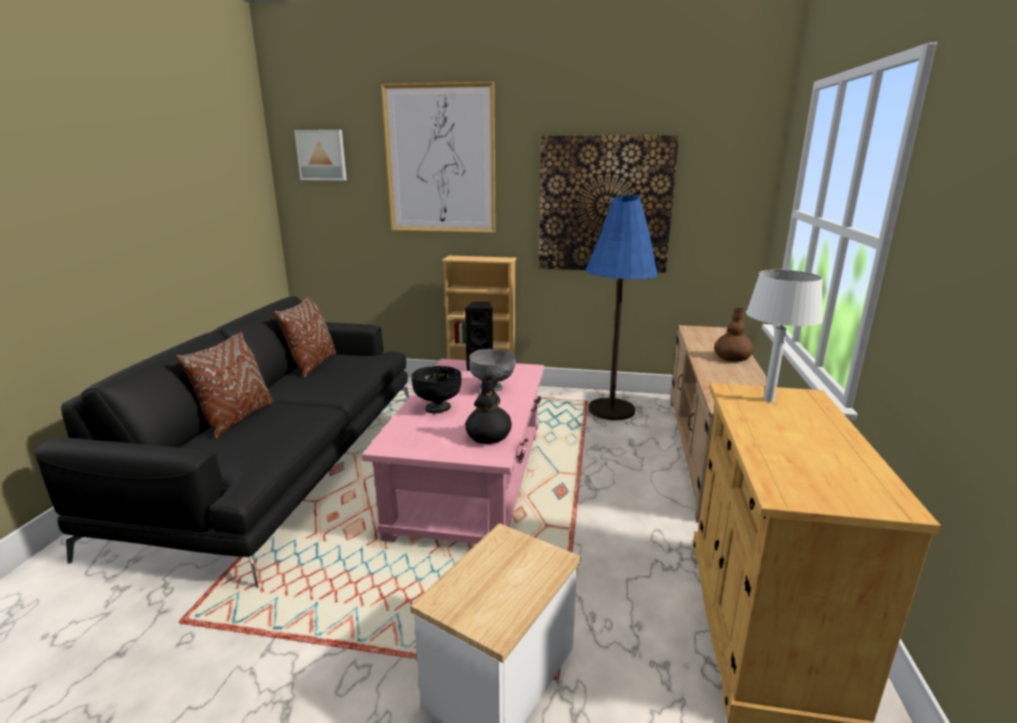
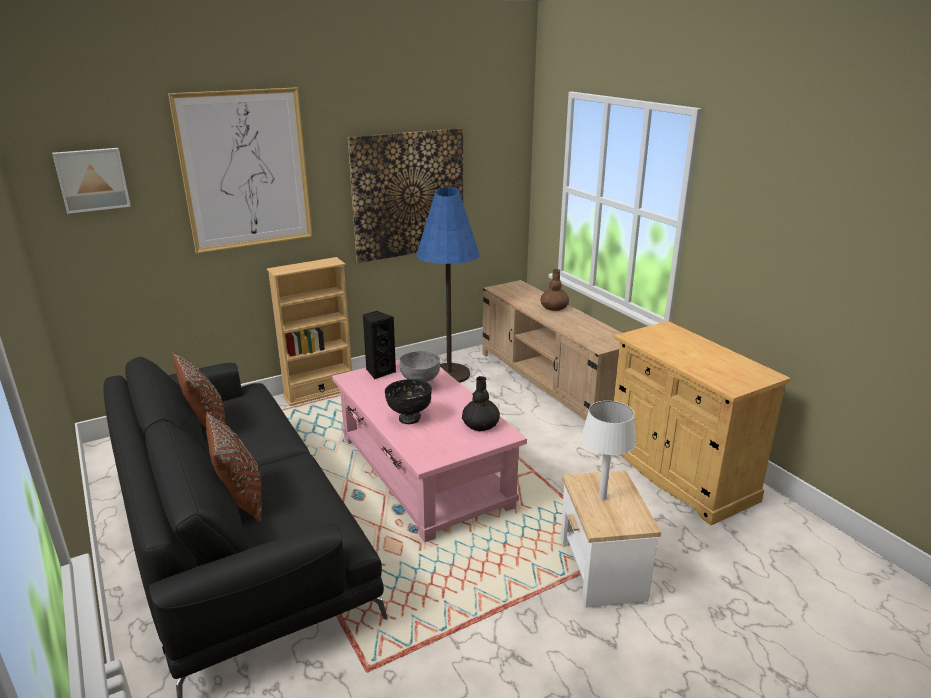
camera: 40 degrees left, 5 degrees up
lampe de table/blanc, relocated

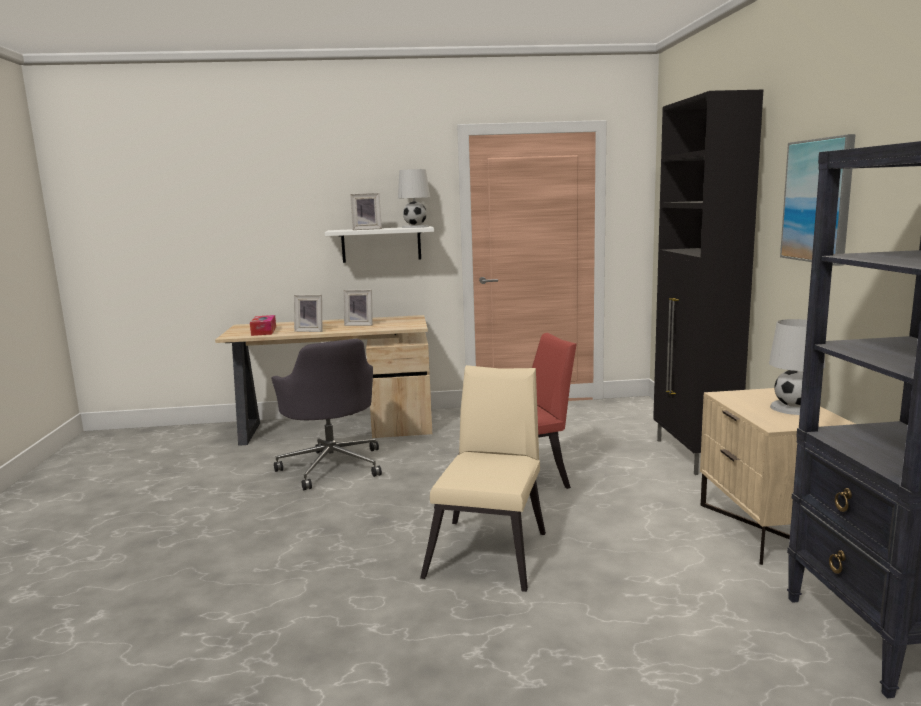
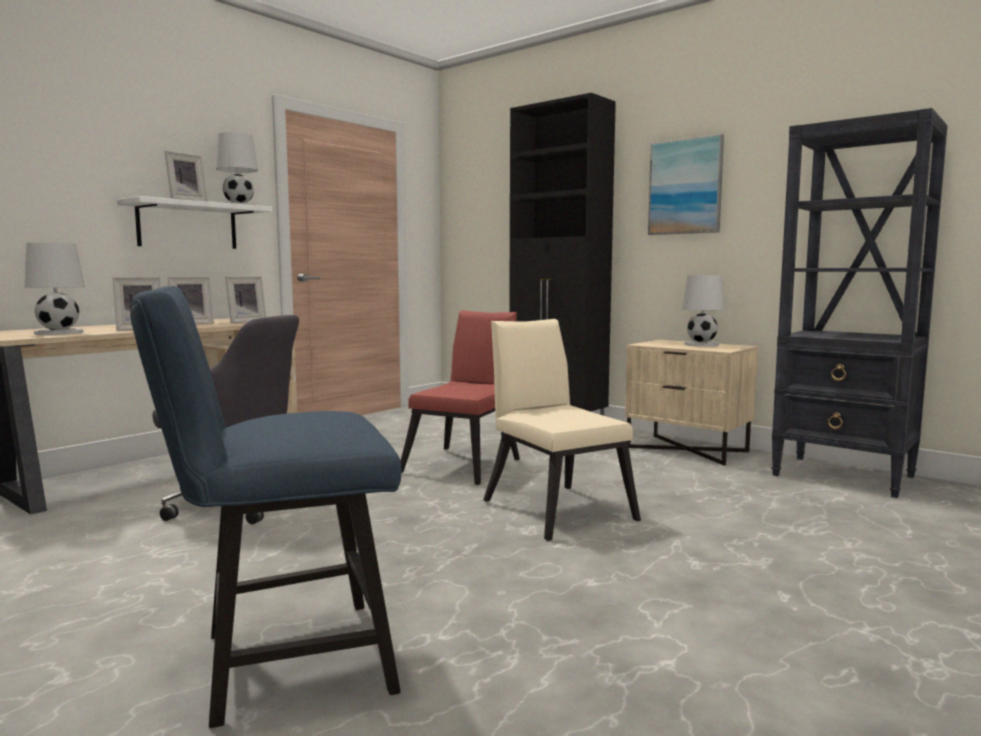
camera: 45 degrees left, 5 degrees down
none -> chaise/bleu
none -> cadre photo (no. 4 from left)
boîte à mouchoirs -> lampe de table/blanc (no. 1 from left)

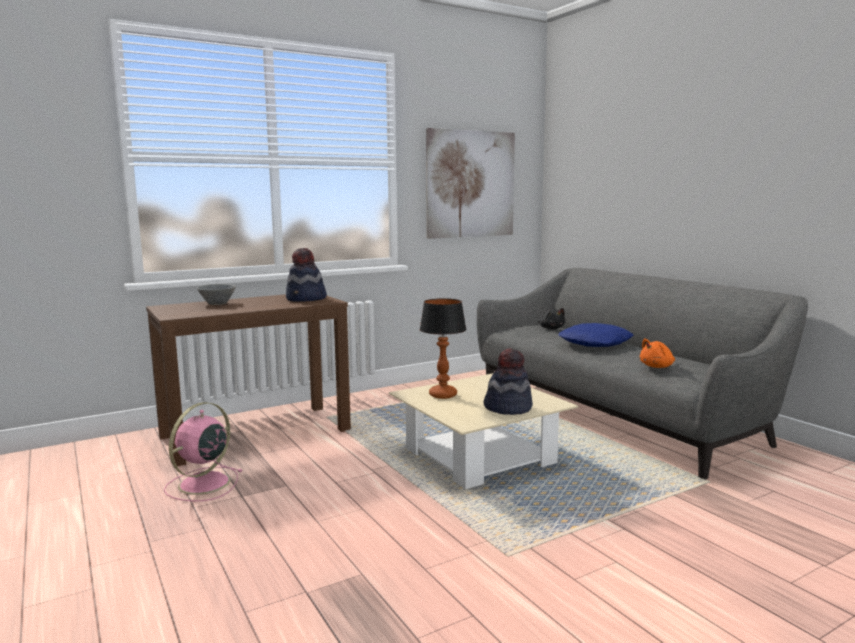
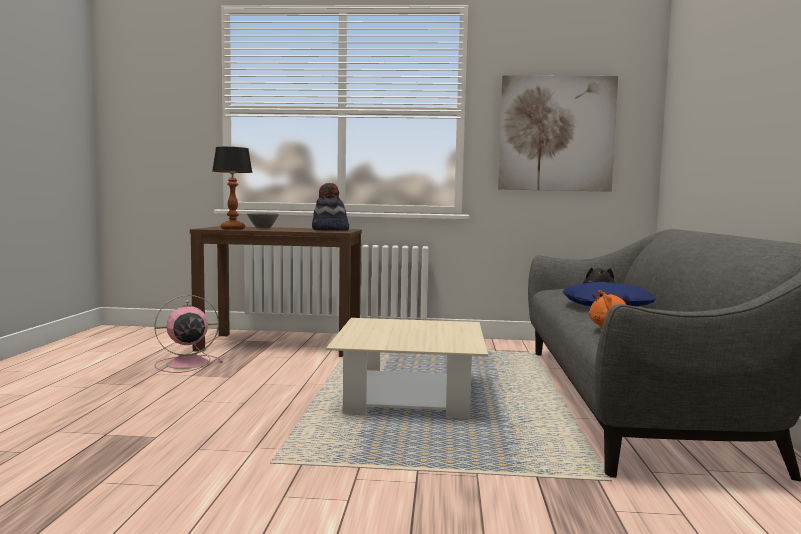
camera: 35 degrees right, 5 degrees down
chapeau (no. 2 from left) -> none
lampe de table, relocated

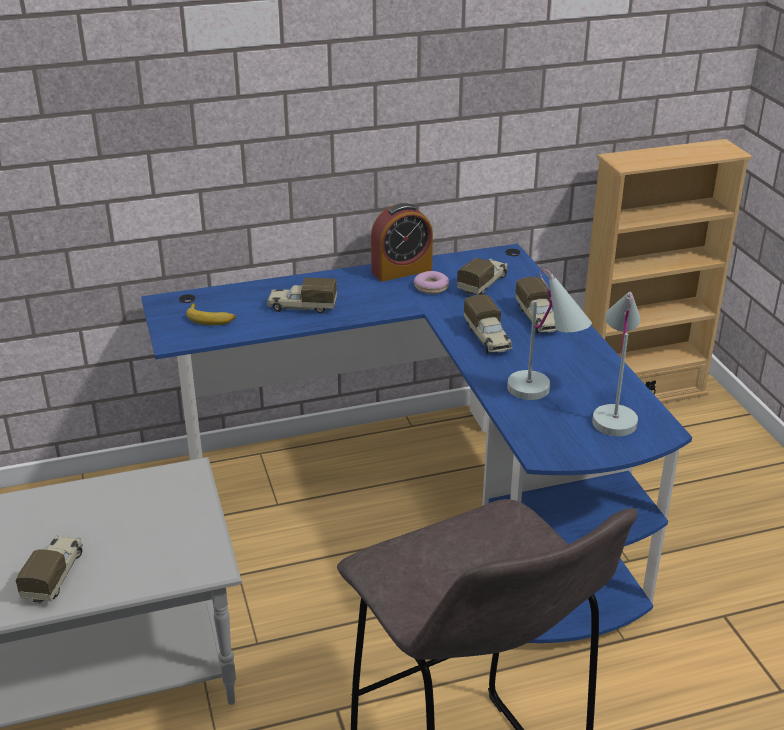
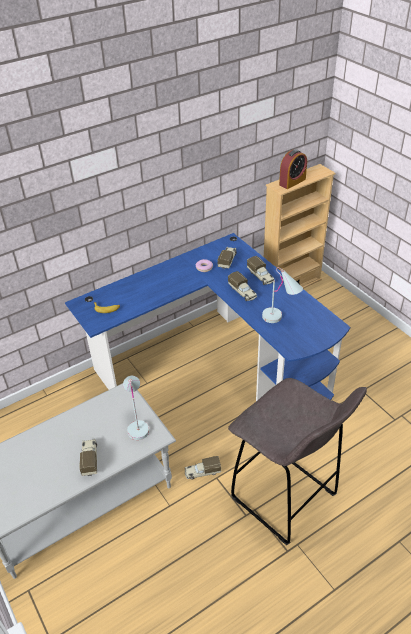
camera: 15 degrees left, 10 degrees up
camion jouet (no. 2 from left), relocated
réveil, relocated
lampe de table/blanc (no. 2 from left in the first image) -> lampe de table/blanc (no. 1 from left), relocated

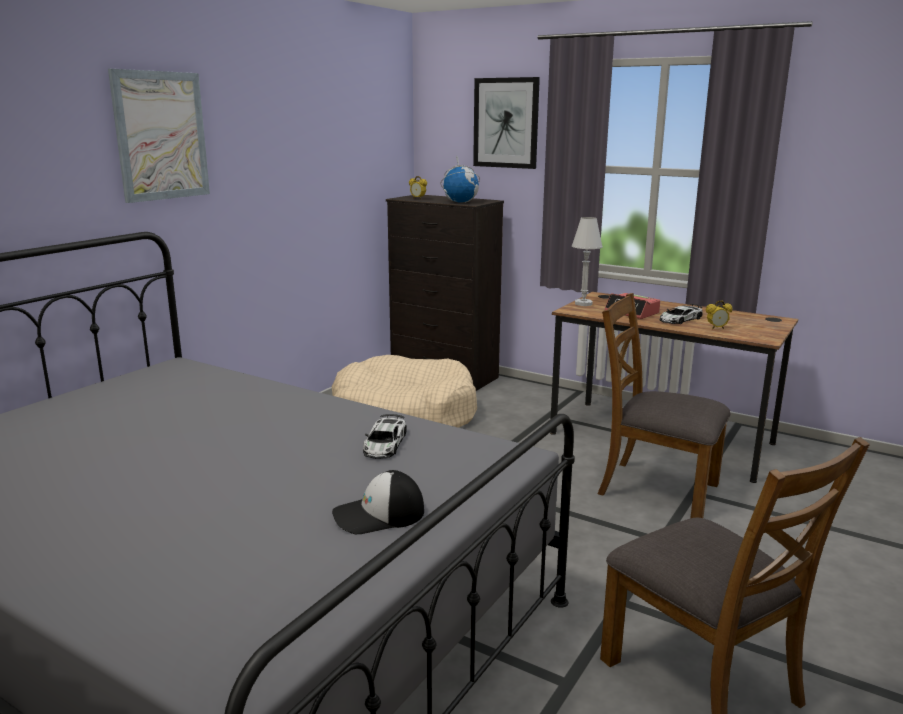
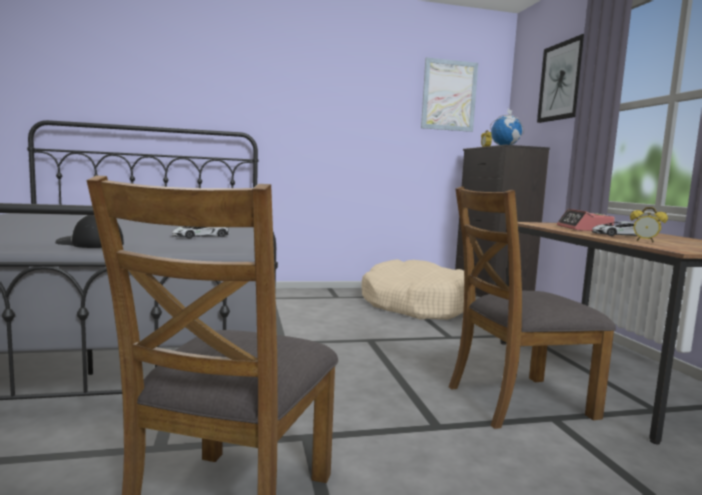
camera: 45 degrees right, 10 degrees down
lampe de table/blanc -> none
tableau (no. 1 from left), relocated
chaise/marron (no. 1 from left in the first image) -> chaise/marron (no. 2 from left), 90 degrees counterclockwise

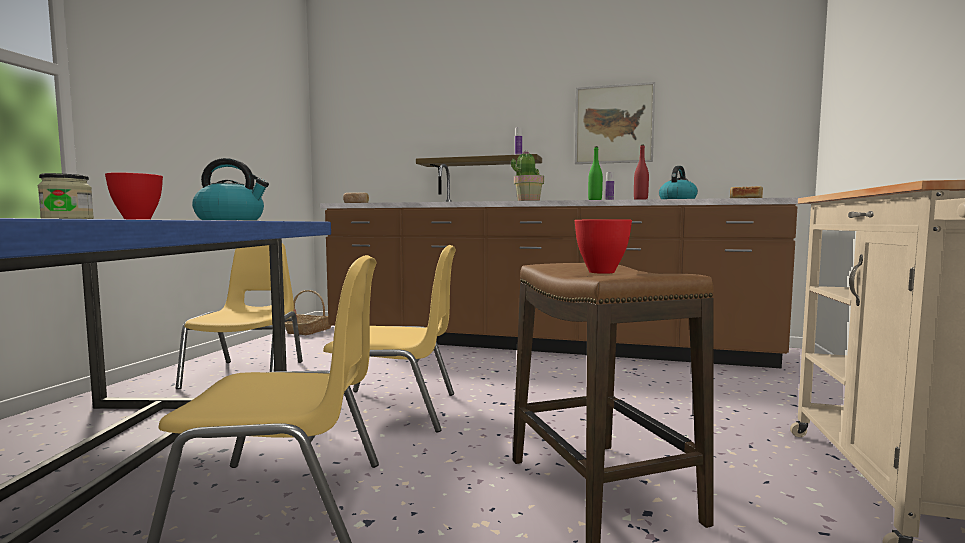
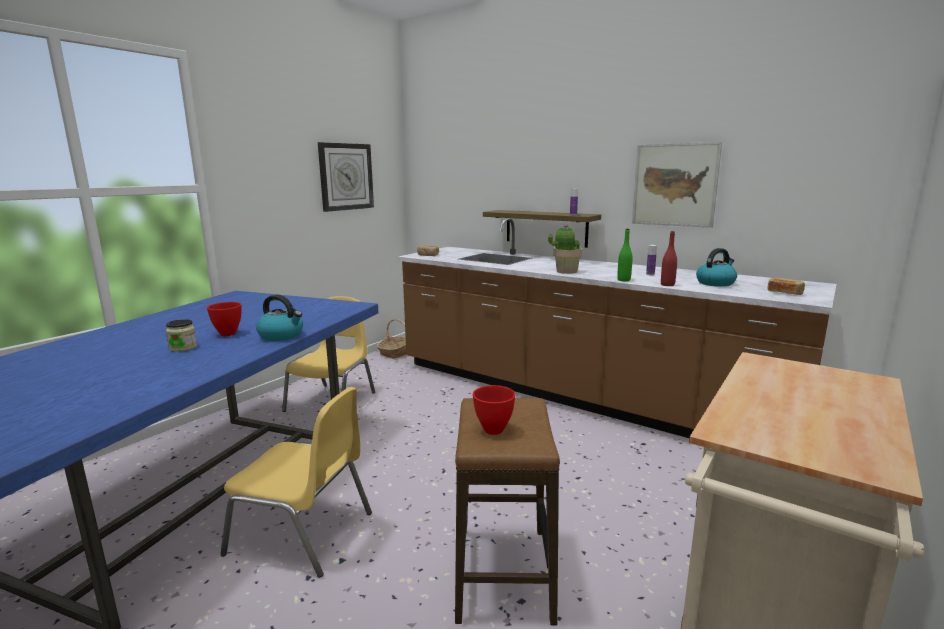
camera: 20 degrees right, 10 degrees up
chaise/jaune (no. 3 from left) -> none
none -> horloge murale

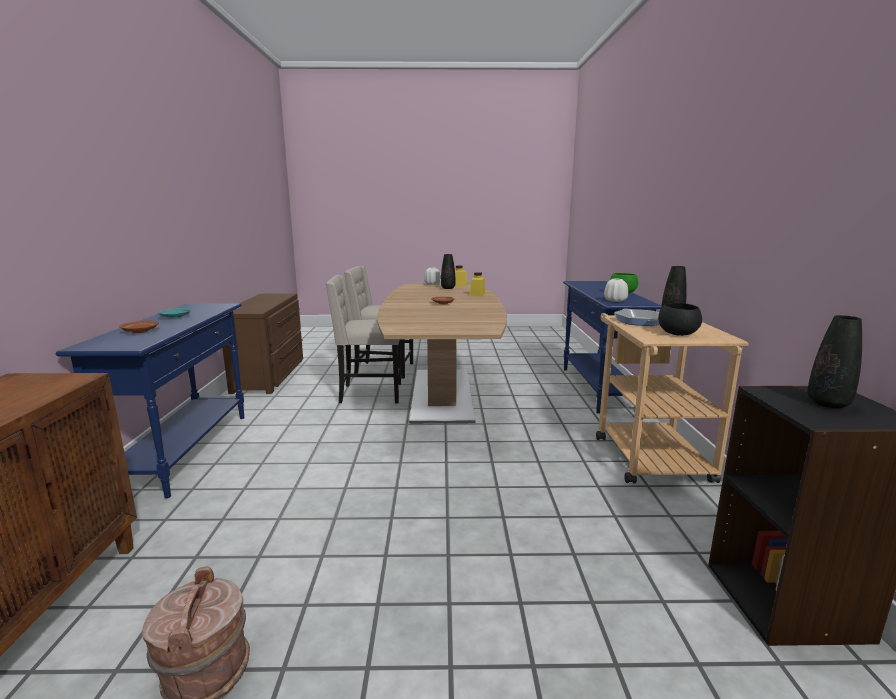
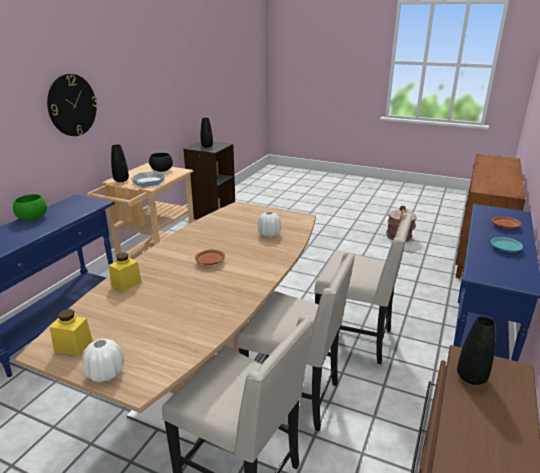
camera: 155 degrees left, 10 degrees up
none -> horloge murale
none -> chaise/beige (no. 3 from left)
vase/noir (no. 1 from left in the first image) -> vase/noir (no. 3 from left), relocated
vase/blanc (no. 2 from left), relocated

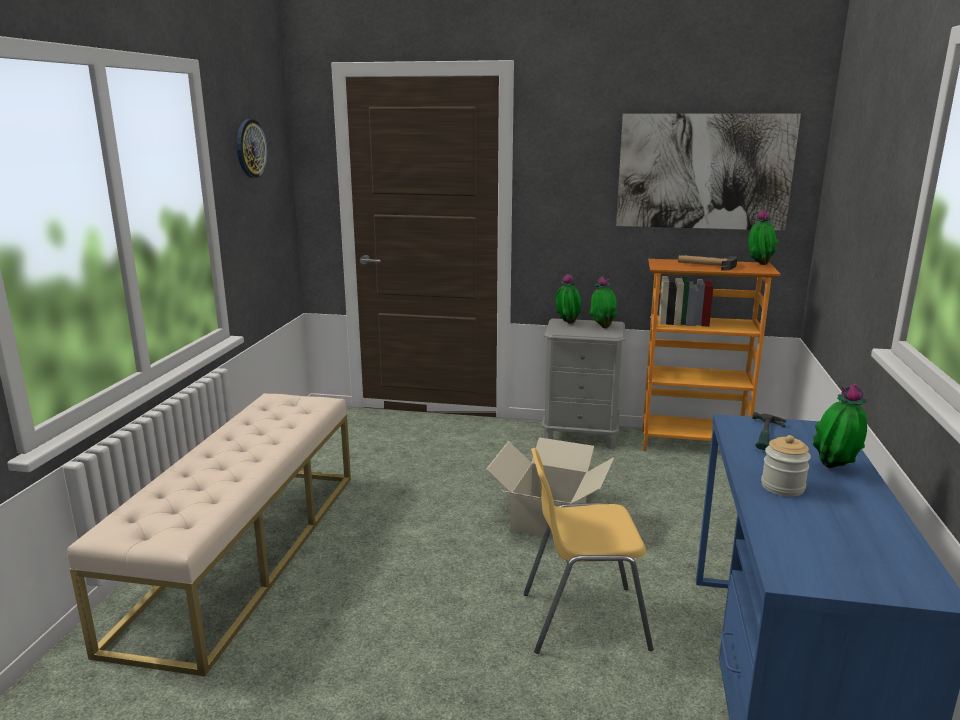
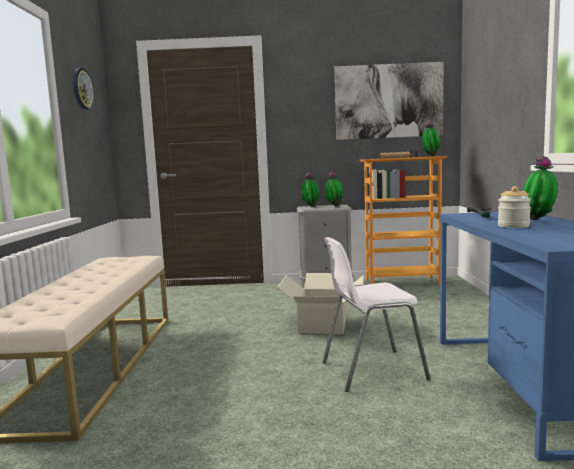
camera: 10 degrees left, 10 degrees down
chaise/jaune -> chaise/blanc

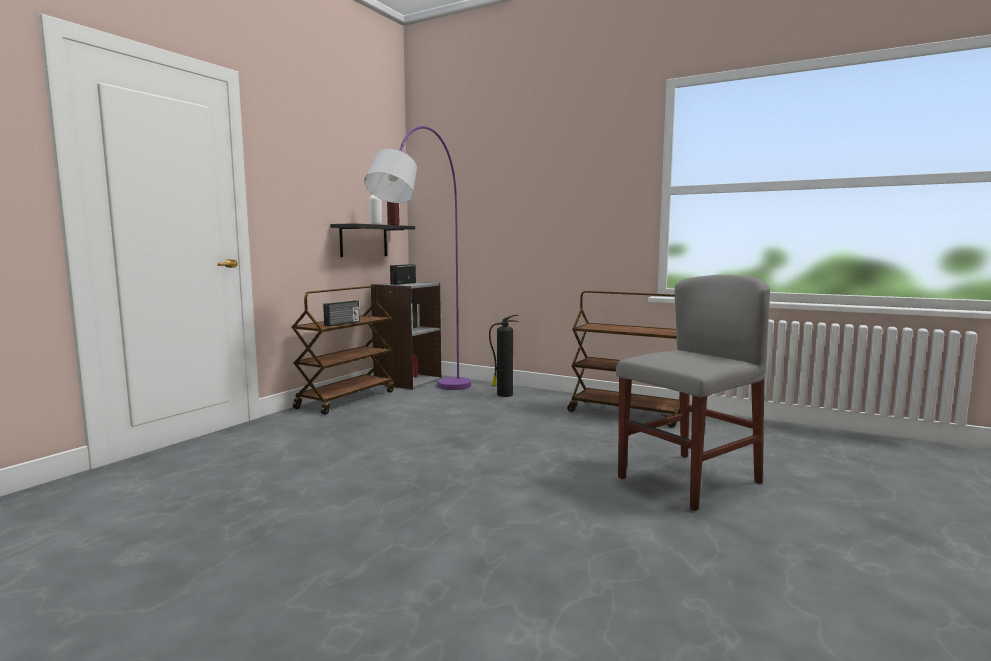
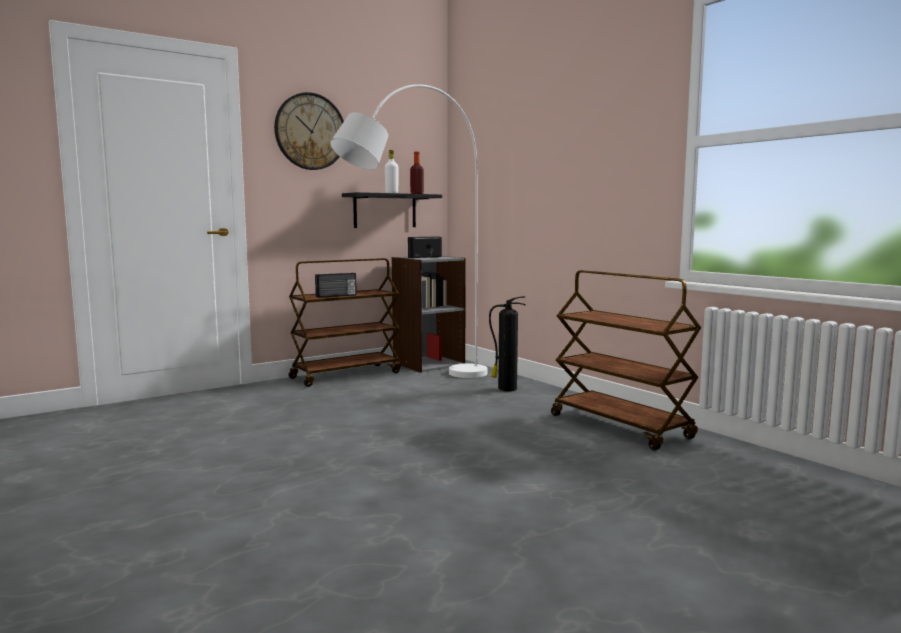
camera: 25 degrees right, 0 degrees up
chaise/gris -> none
none -> horloge murale
lampadaire/violet -> lampadaire/blanc

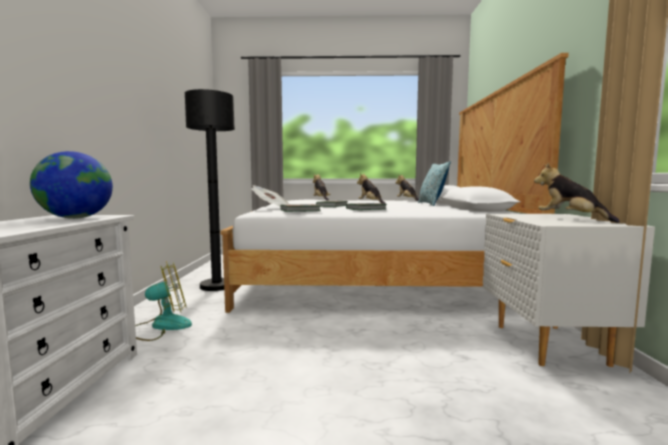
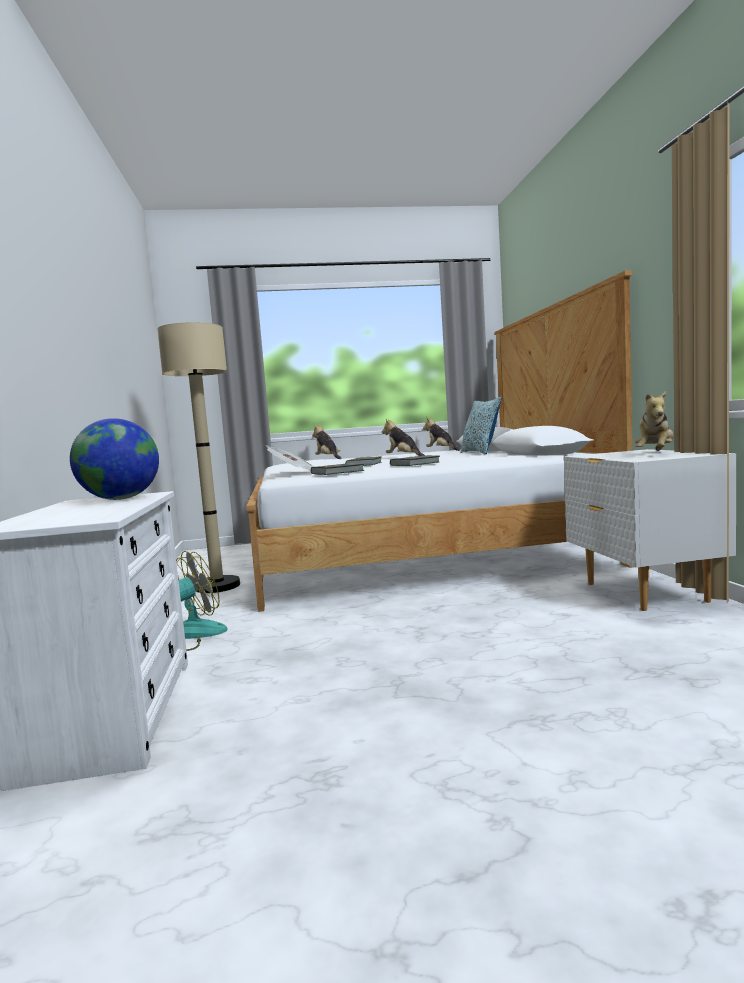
camera: 10 degrees left, 0 degrees up
lampadaire/noir -> lampadaire/beige
peluche (no. 4 from left), 105 degrees counterclockwise

